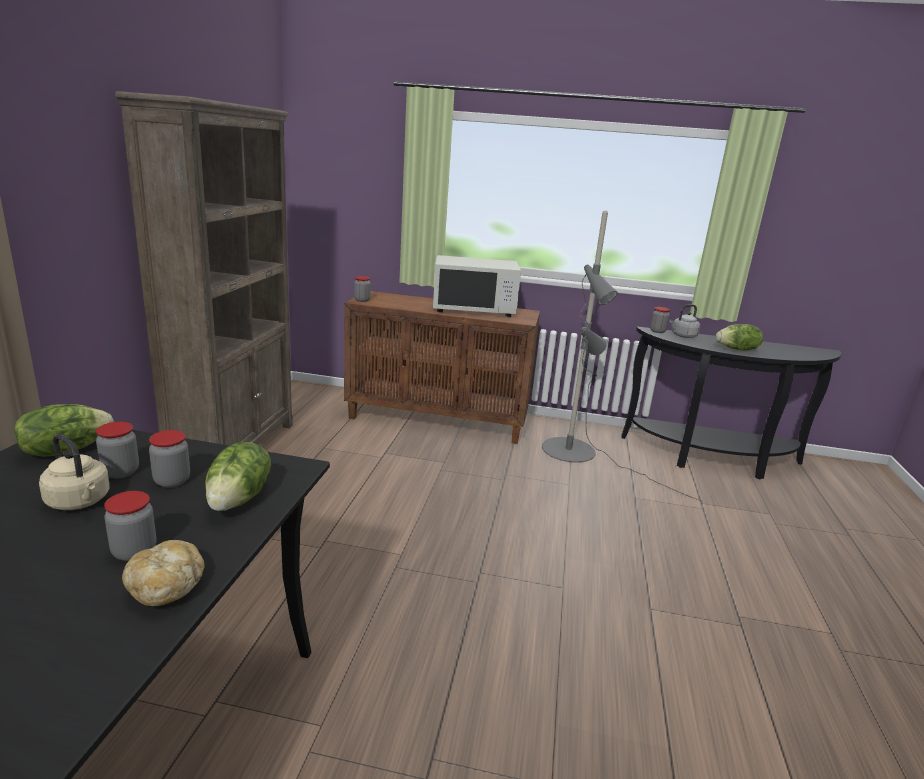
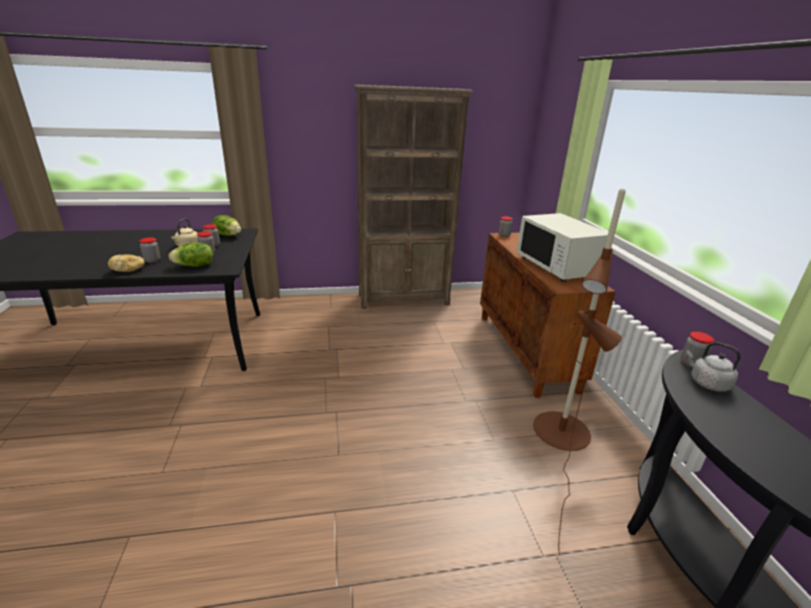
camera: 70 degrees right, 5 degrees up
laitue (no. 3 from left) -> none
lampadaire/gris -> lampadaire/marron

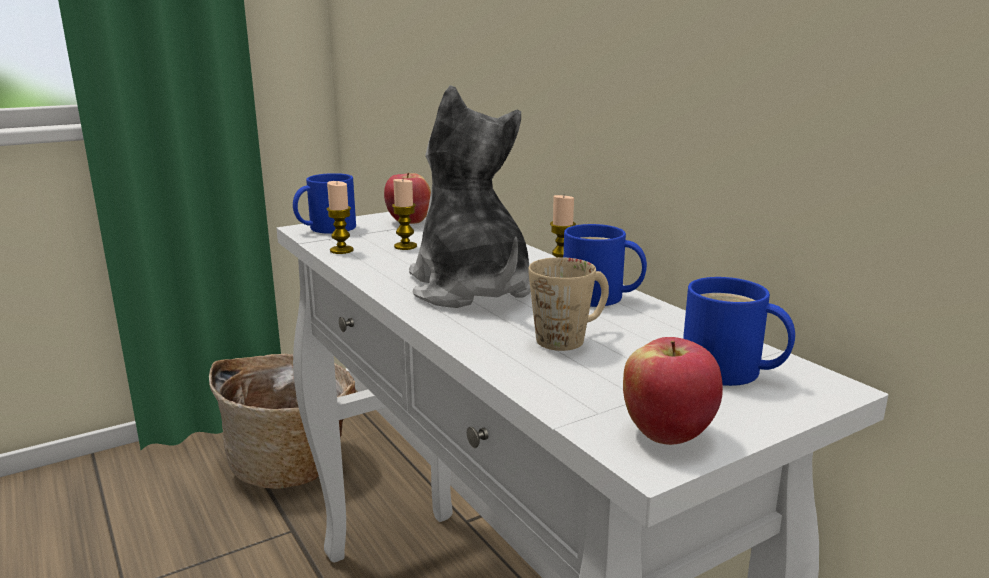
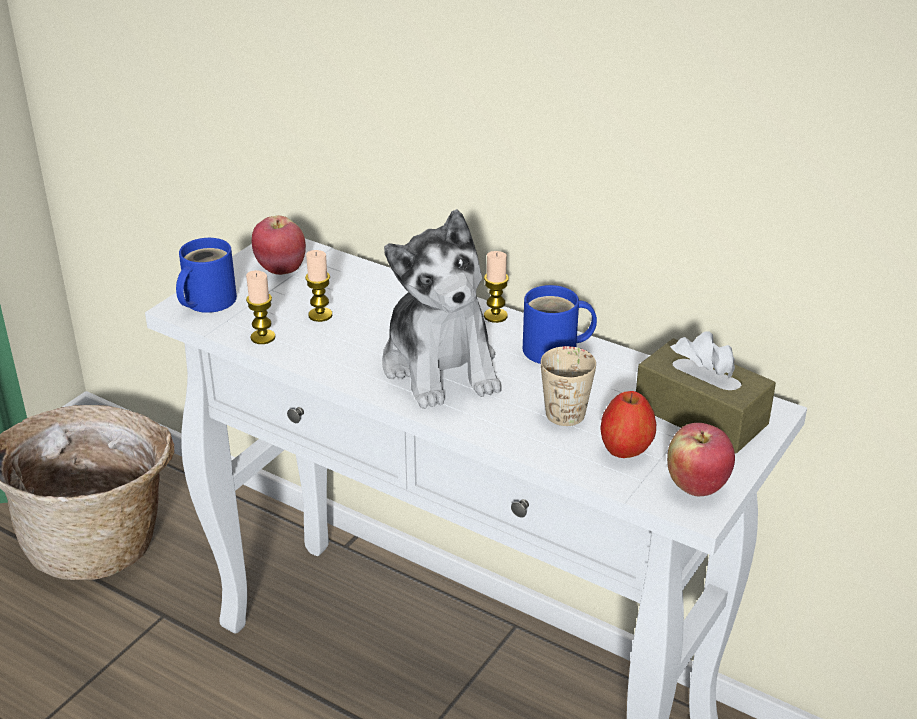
camera: 25 degrees left, 15 degrees up
none -> pomme (no. 2 from left)
mug/bleu (no. 3 from left) -> boîte à mouchoirs/marron
peluche, 150 degrees counterclockwise

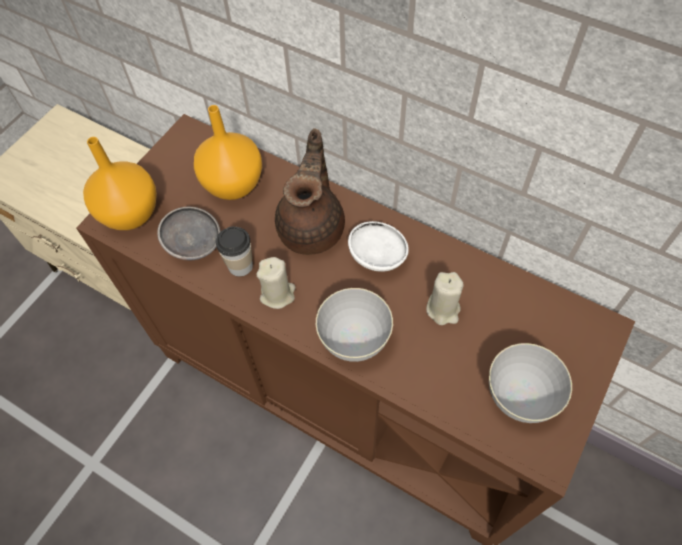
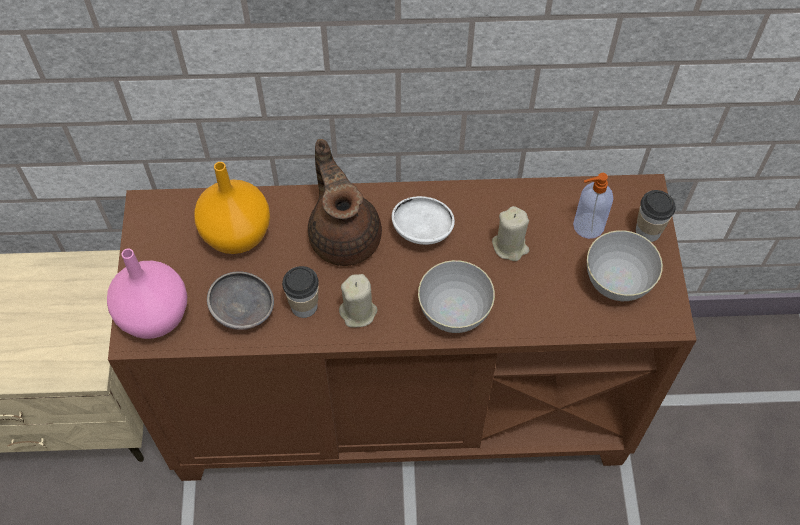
camera: 35 degrees left, 0 degrees up
none -> distributeur de savon
none -> tasse (no. 2 from left)
vase/orange (no. 1 from left) -> vase/rose

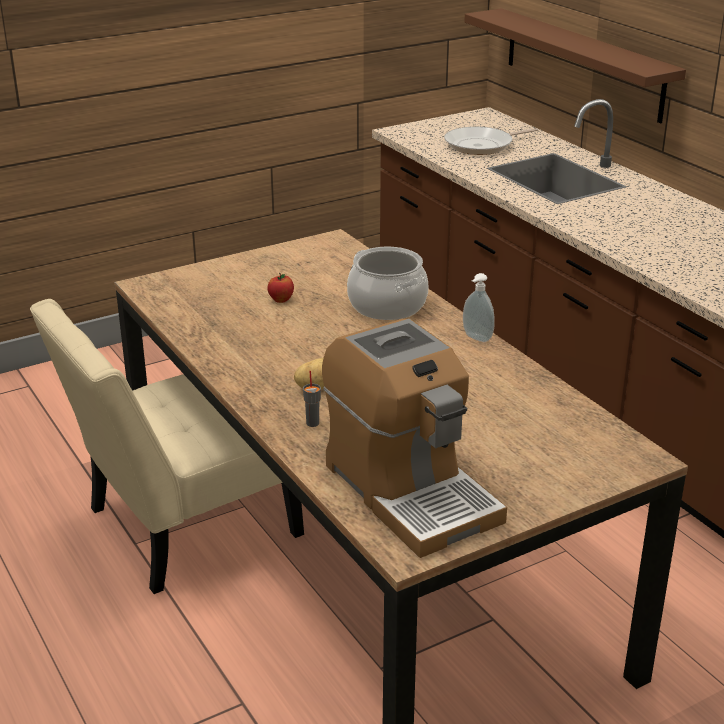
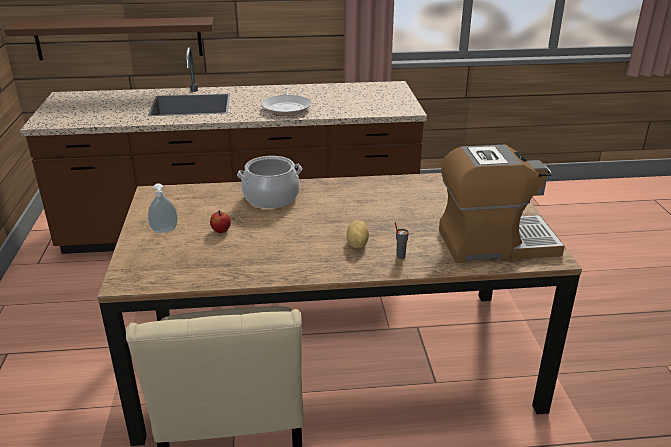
camera: 65 degrees left, 0 degrees up
poêle, relocated
distributeur de savon, relocated

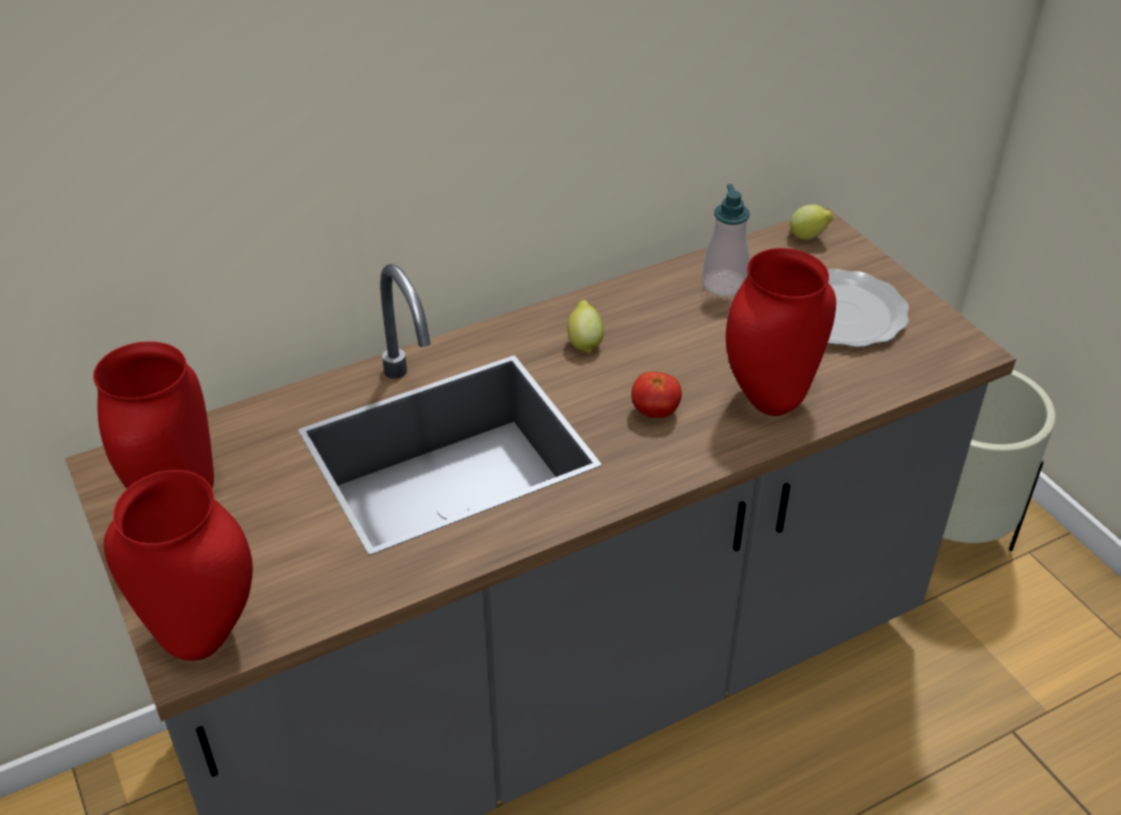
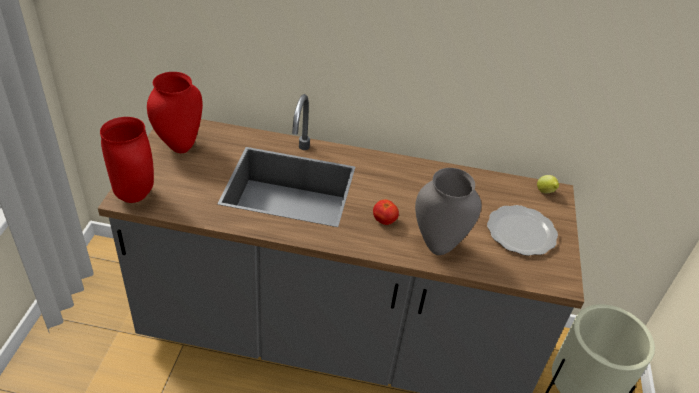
camera: 35 degrees right, 0 degrees up
citron (no. 1 from left) -> none
distributeur de savon -> none
vase/rouge (no. 3 from left) -> vase/gris

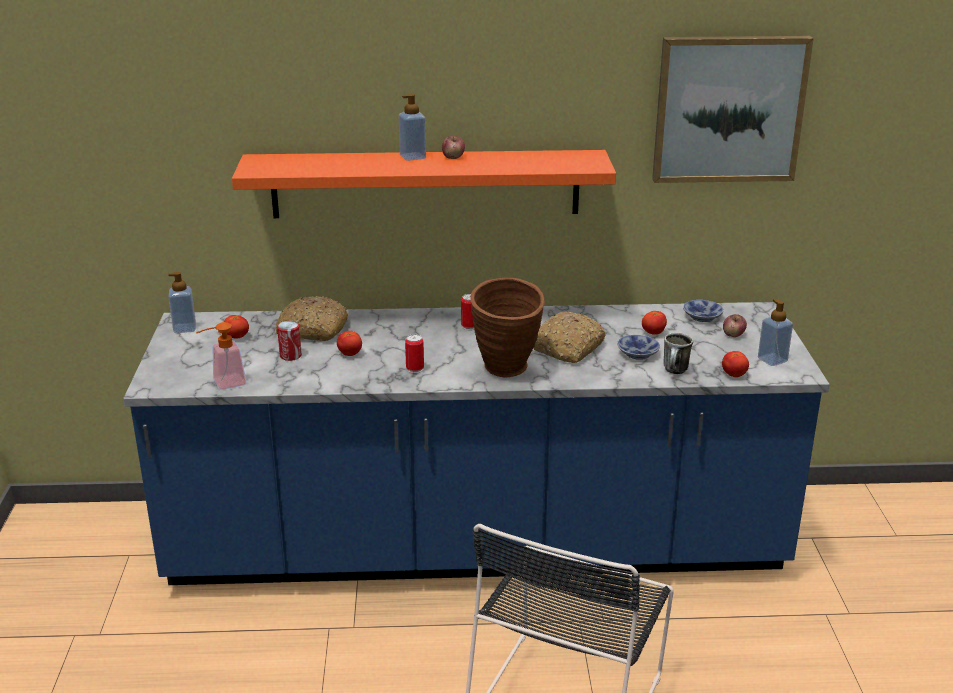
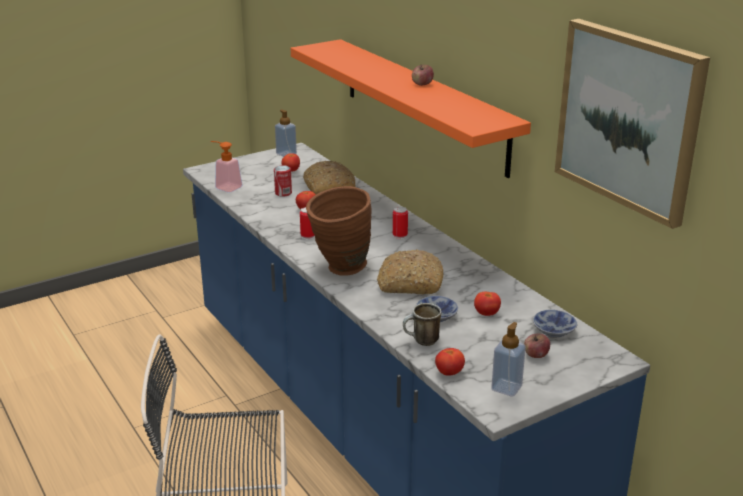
camera: 60 degrees right, 0 degrees up
distributeur de savon (no. 3 from left) -> none

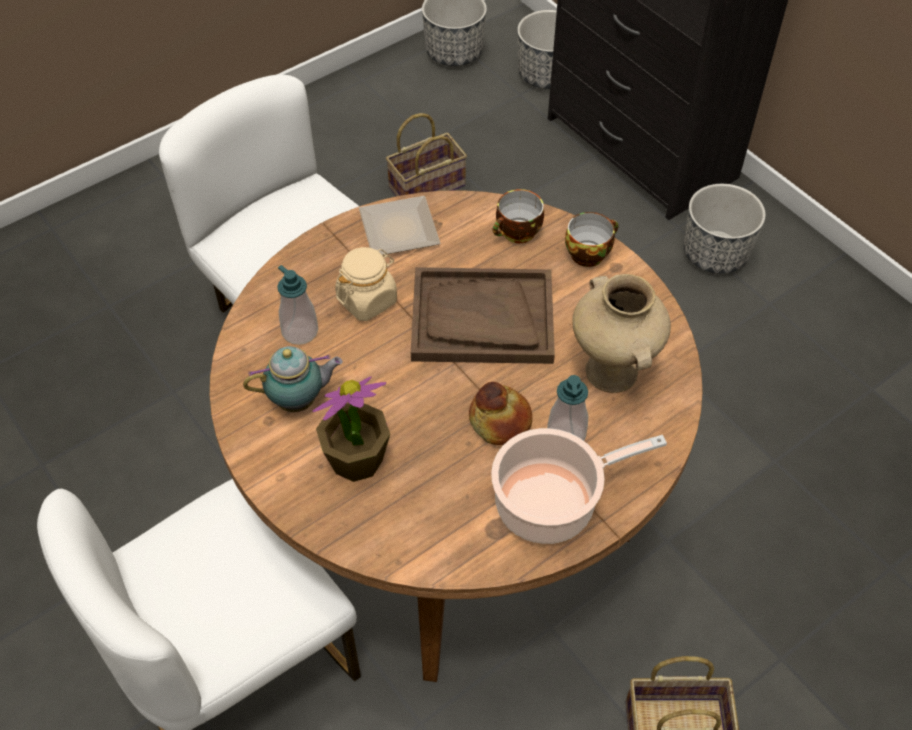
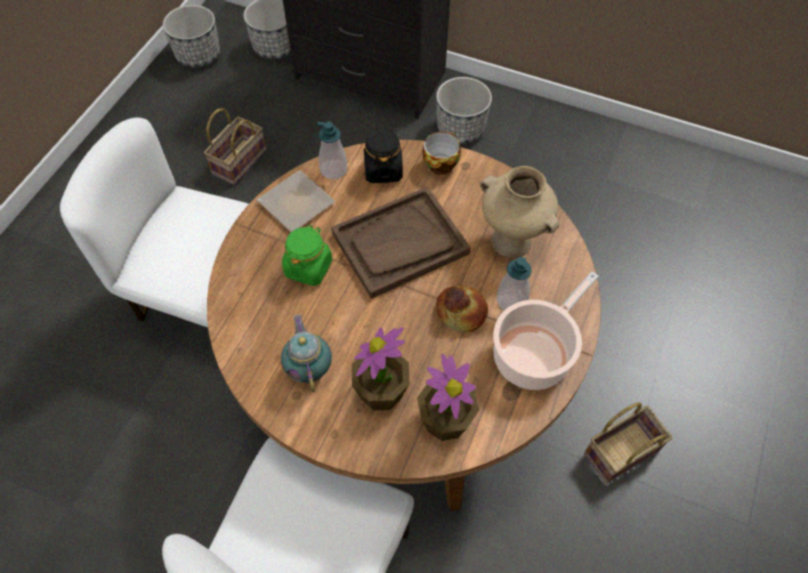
camera: 30 degrees left, 5 degrees up
none -> plante en pot (no. 2 from left)
distributeur de savon (no. 1 from left), relocated
tasse (no. 1 from left) -> bocal/noir
bocal/beige -> bocal/vert
théière, 60 degrees counterclockwise

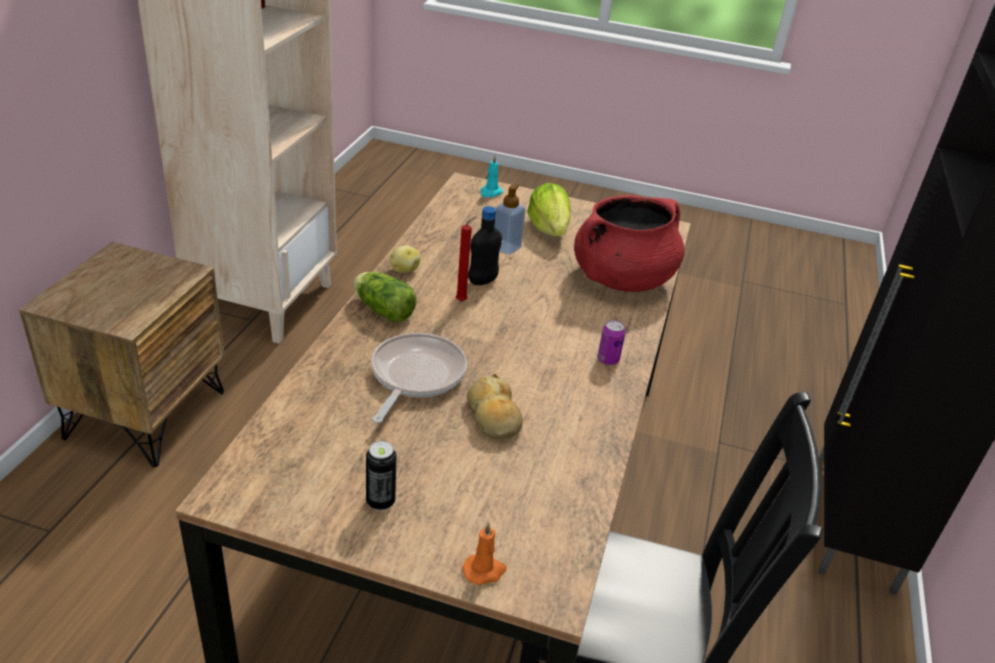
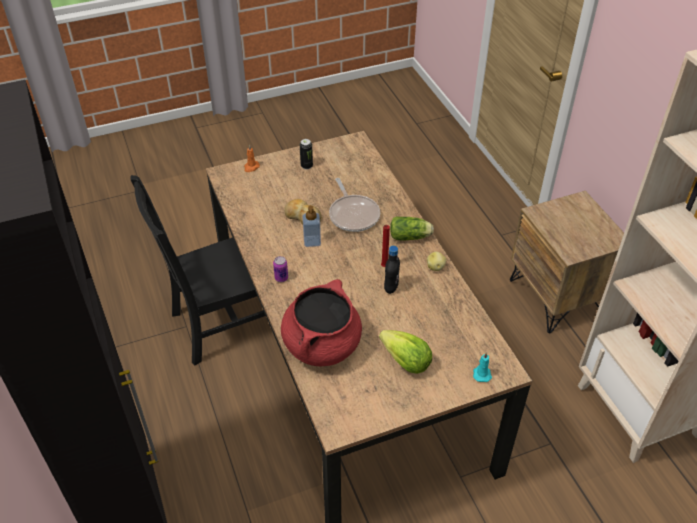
camera: 145 degrees right, 10 degrees up
distributeur de savon, relocated

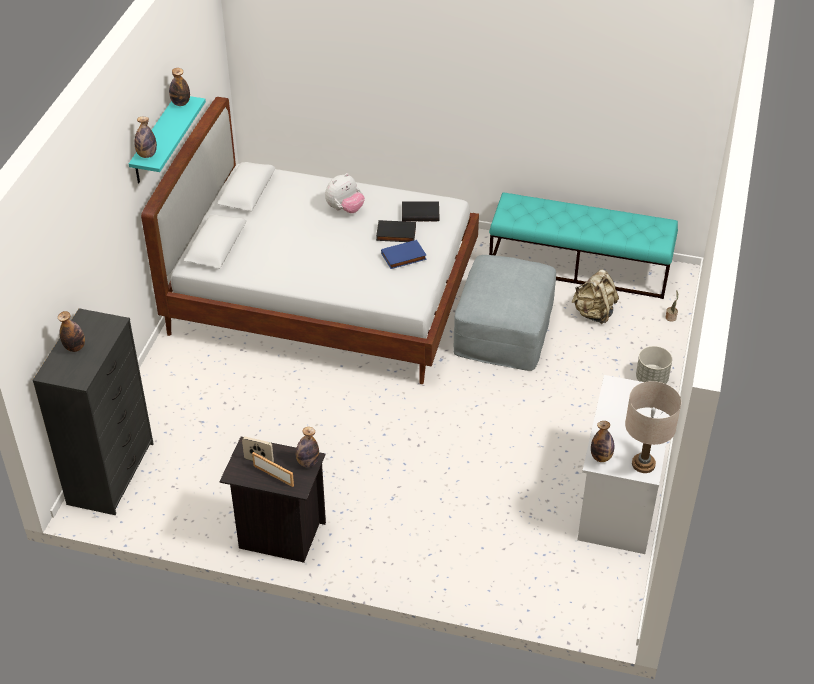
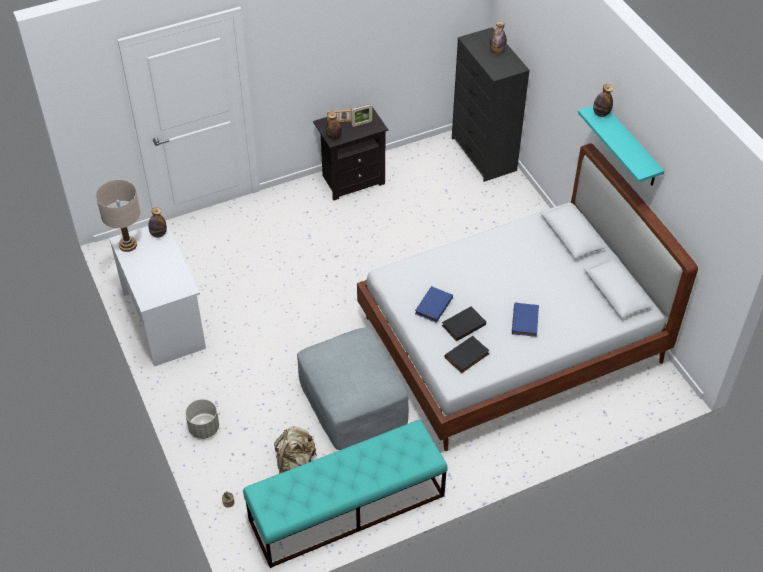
camera: 140 degrees right, 5 degrees up
bouteille (no. 3 from left) -> none
peluche -> livre/bleu (no. 2 from left)

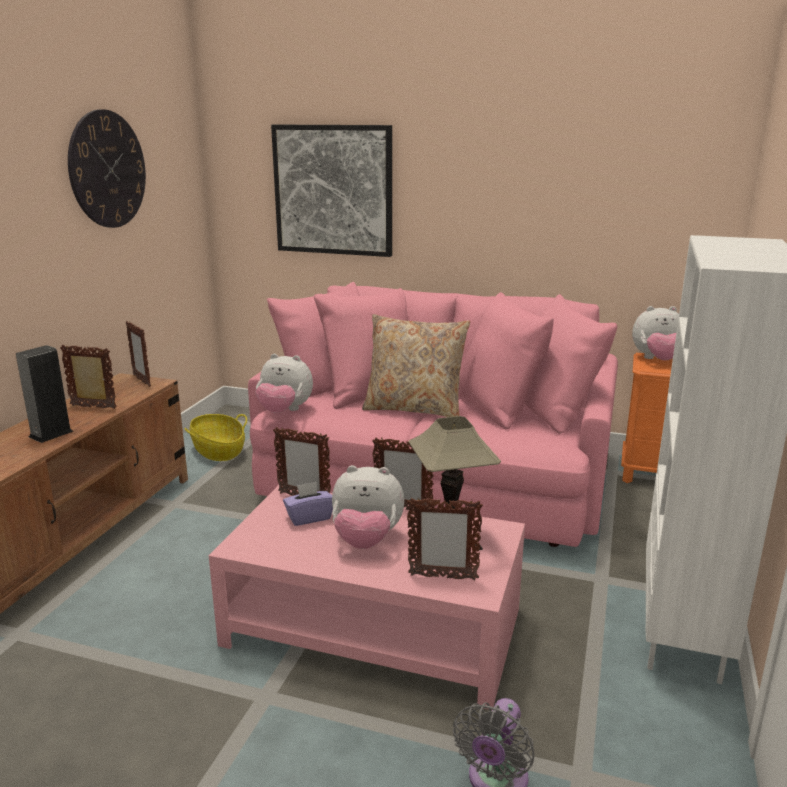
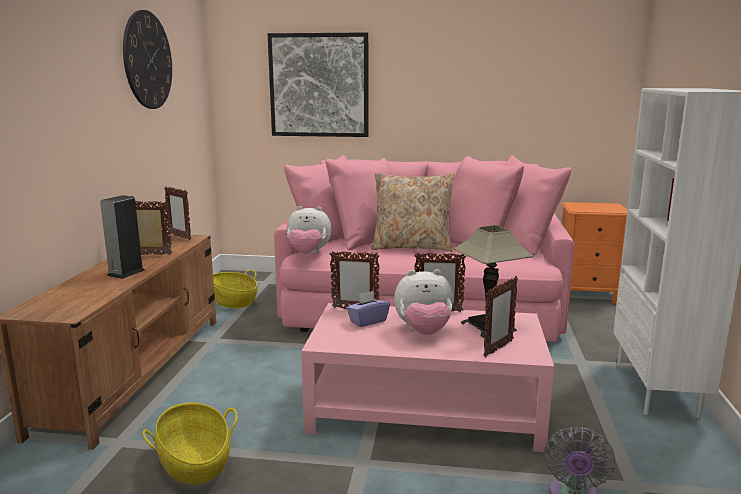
camera: 10 degrees left, 5 degrees down
peluche (no. 3 from left) -> none
none -> panier (no. 1 from left)
cadre photo (no. 5 from left), 45 degrees counterclockwise

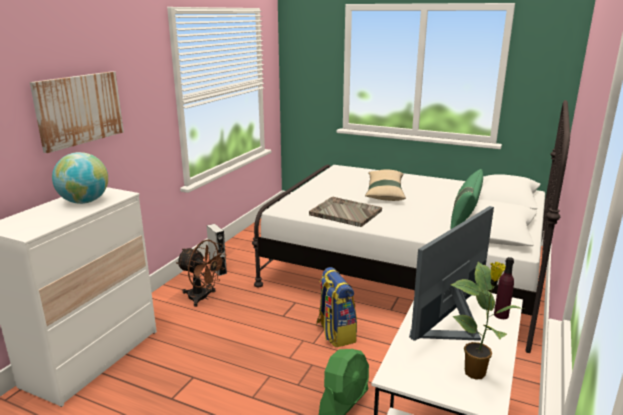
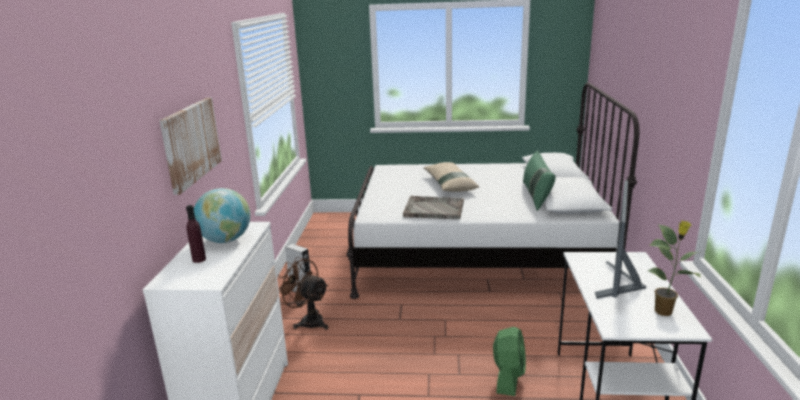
camera: 20 degrees left, 0 degrees up
sac à dos -> none
bouteille/violet, relocated
ventilateur/marron, 150 degrees counterclockwise

